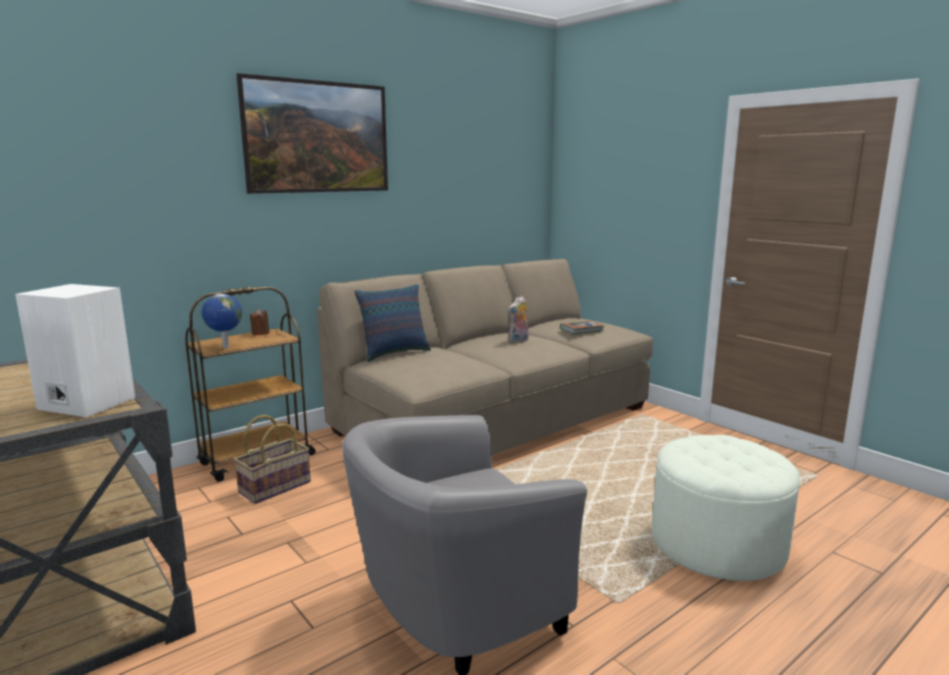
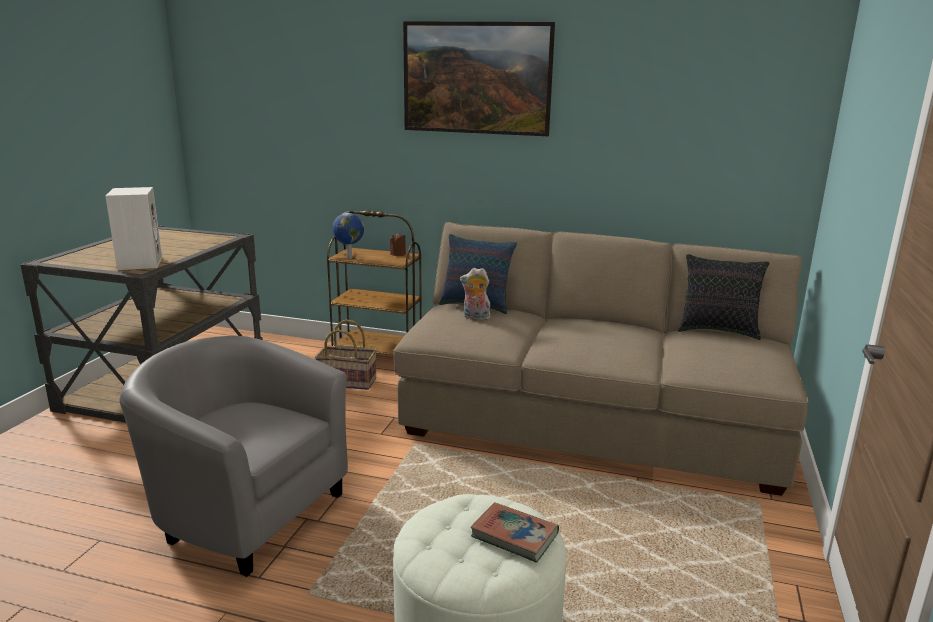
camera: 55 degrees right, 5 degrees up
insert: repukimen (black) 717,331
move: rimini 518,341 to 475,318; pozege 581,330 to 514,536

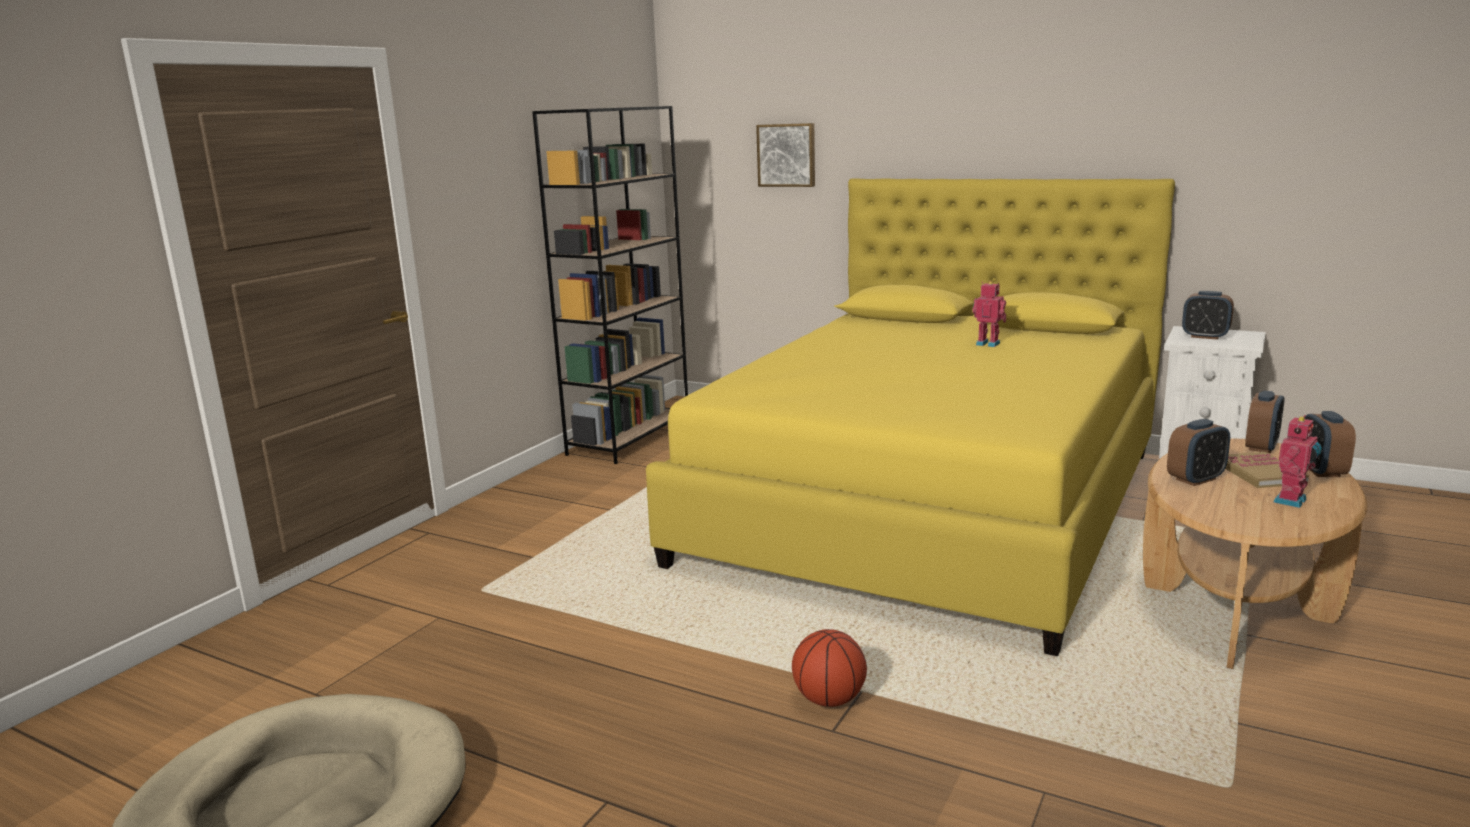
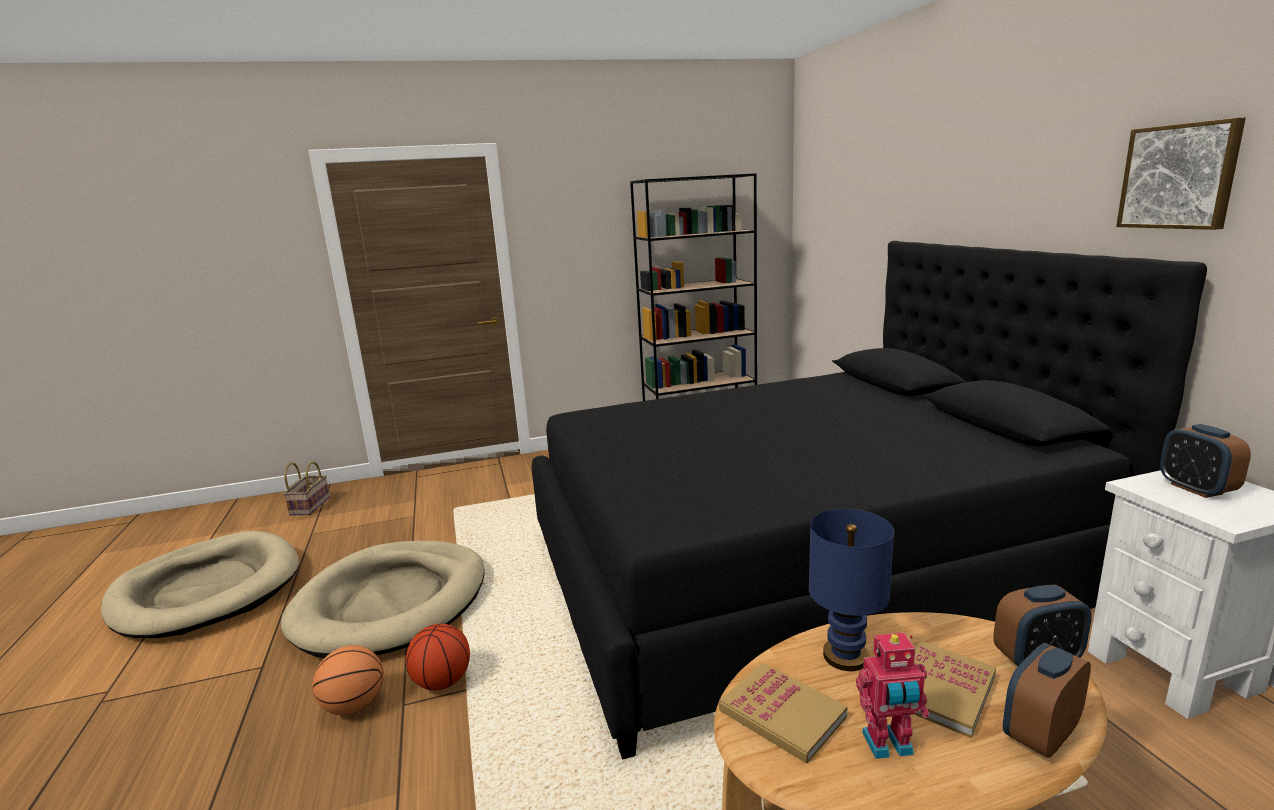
camera: 45 degrees right, 0 degrees up
delete: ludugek 988,344
insert: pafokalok 310,505; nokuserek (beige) 392,603; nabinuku 354,706; pozege 782,714
move: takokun 787,155 to 1179,176
replace: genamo 1195,479 to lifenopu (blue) 846,656
recolor: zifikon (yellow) 929,506 to zifikon (black) 796,569

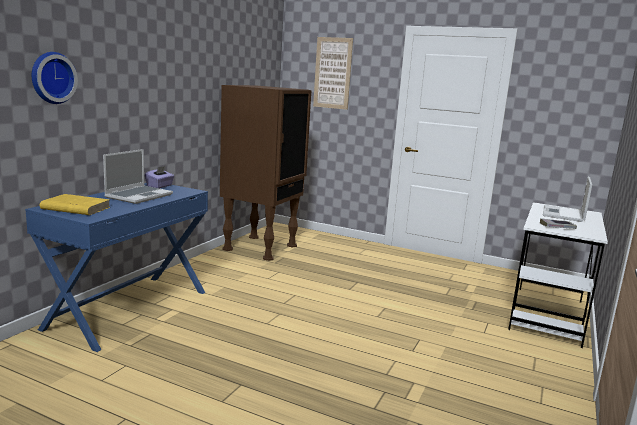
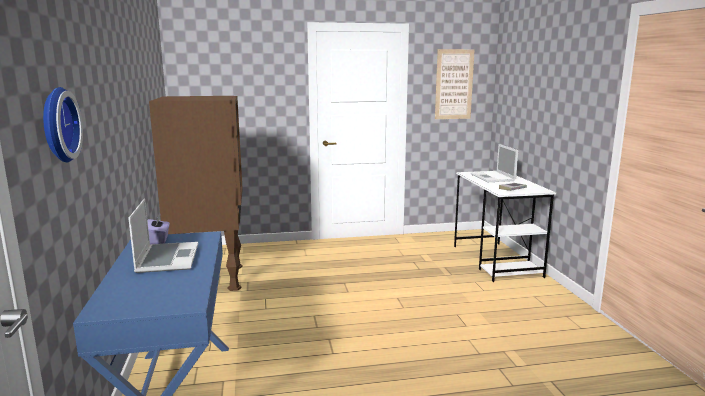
camera: 35 degrees left, 0 degrees up
delete: pozege (yellow) 75,208
move: takokun 332,73 to 454,84

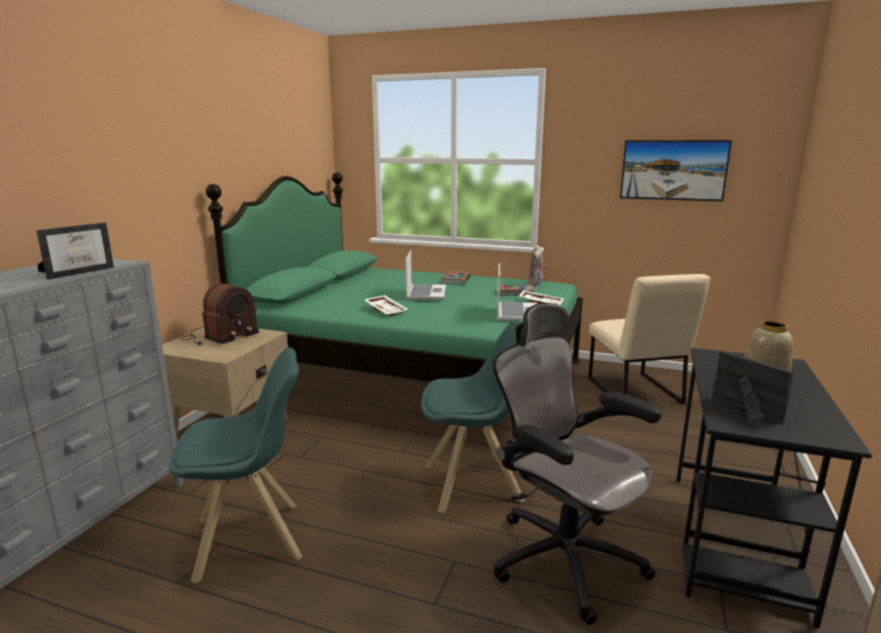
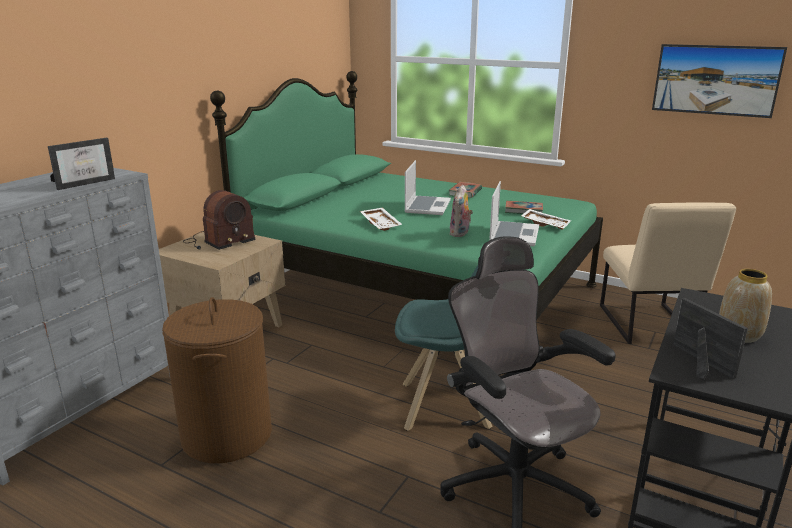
camera: 10 degrees right, 5 degrees up
move: rimini 536,284 to 460,233
replace: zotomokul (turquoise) 250,540 to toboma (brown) 227,435

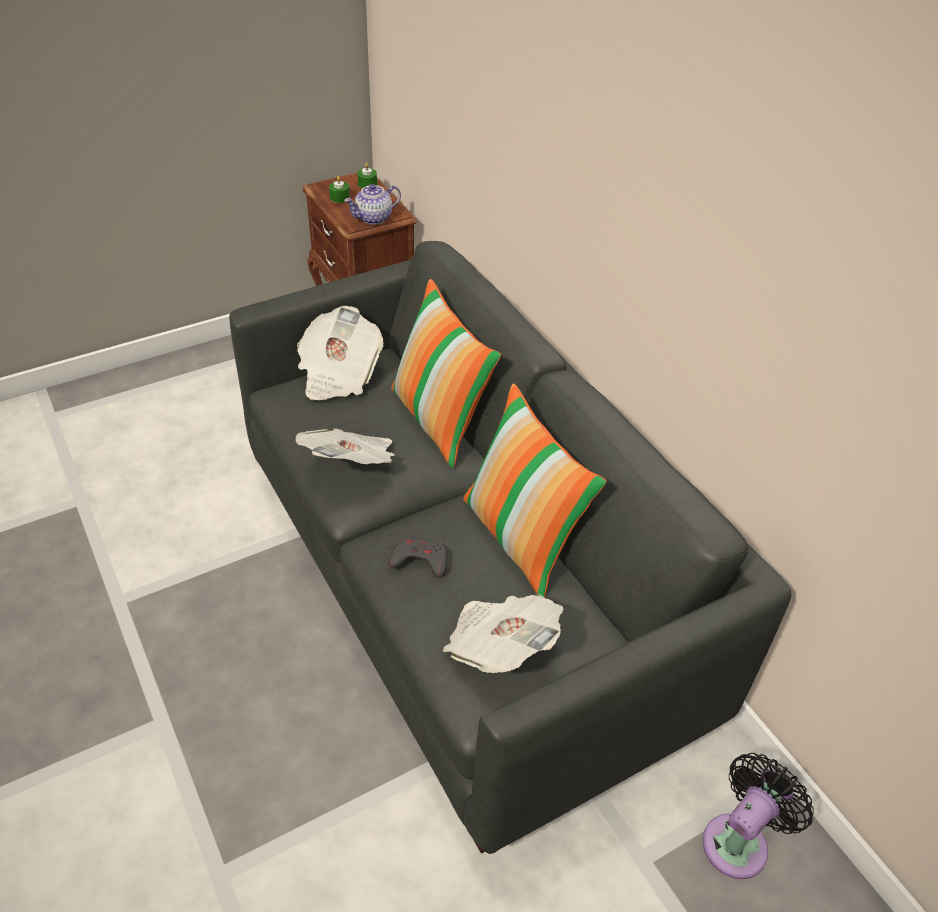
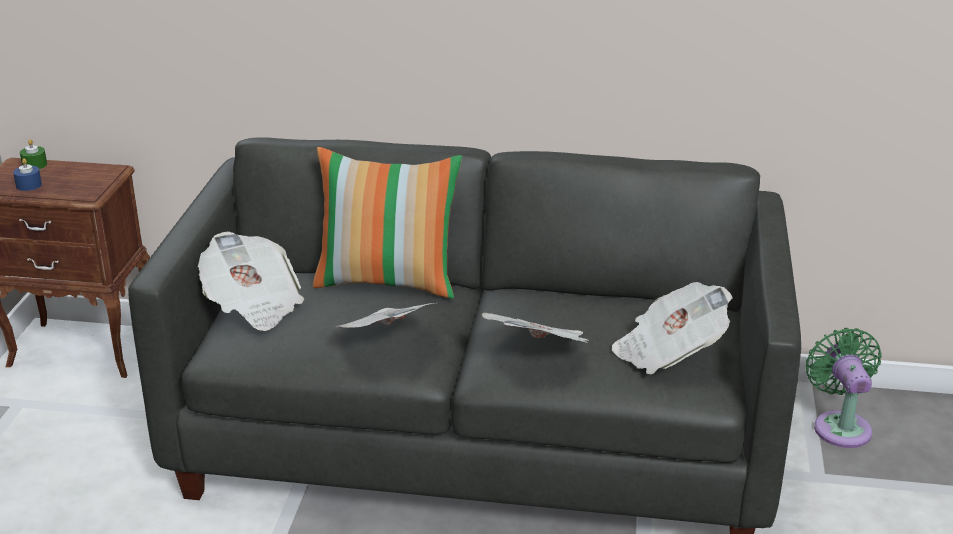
camera: 50 degrees left, 15 degrees down
delete: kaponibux 374,218; repukimen 522,538
replace: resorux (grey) 420,560 to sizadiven 539,352
recolor: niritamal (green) 339,198 to niritamal (blue) 29,185; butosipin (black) 739,841 to butosipin (green) 840,426

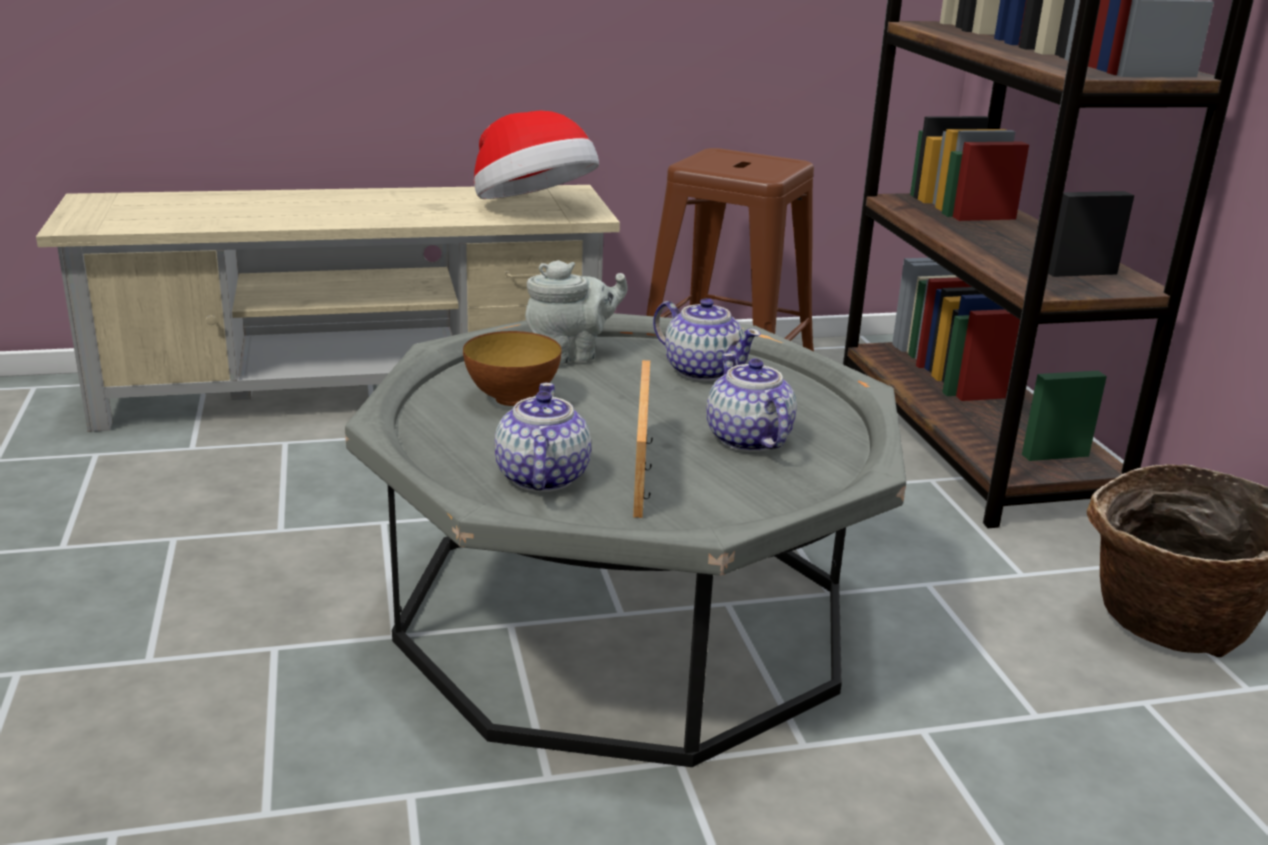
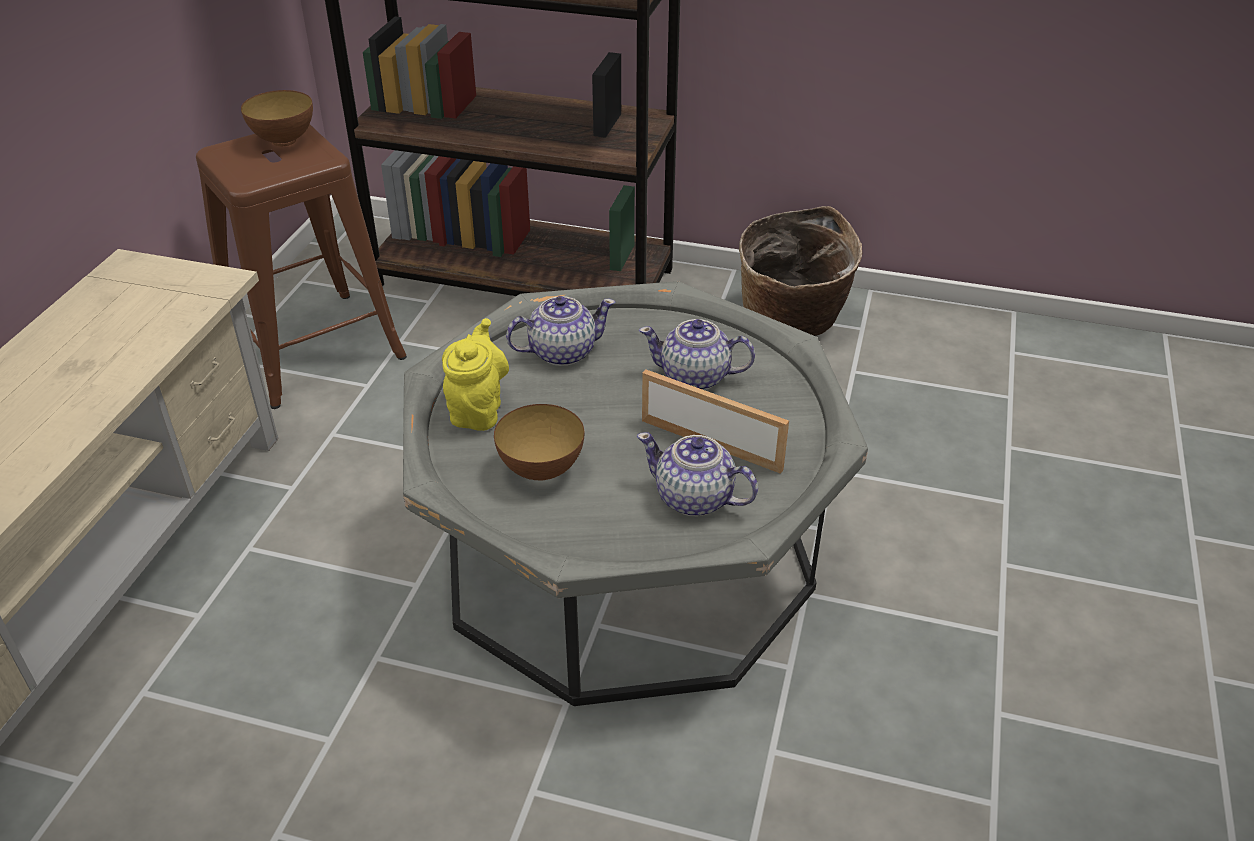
camera: 60 degrees left, 15 degrees up
delete: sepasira 533,208
insert: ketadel 284,141
recolor: kaponibux (grey) 570,356 to kaponibux (yellow) 477,409

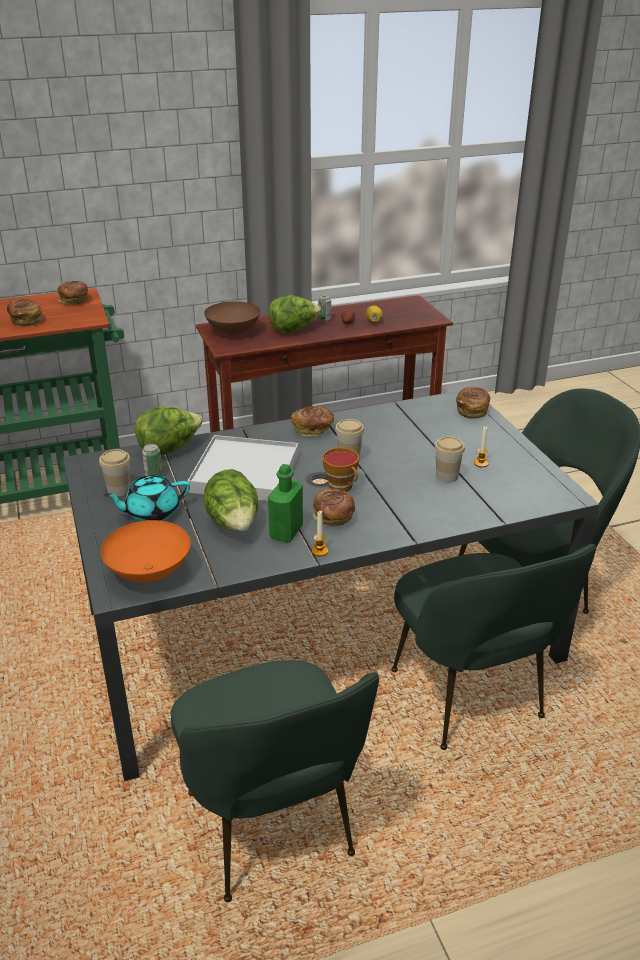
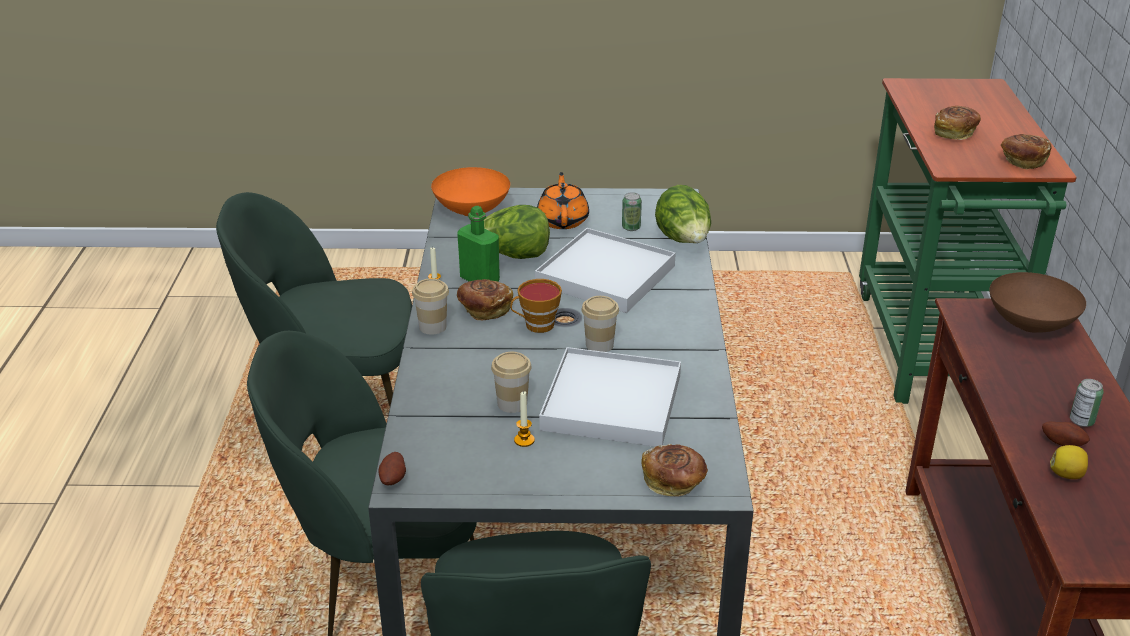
camera: 110 degrees right, 0 degrees up
delete: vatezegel 293,330; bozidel 313,429
insert: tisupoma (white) 611,402; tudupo 394,479
move: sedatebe 119,490 to 432,327
recolor: kaponibux (turquoise) 151,513 to kaponibux (orange) 563,220

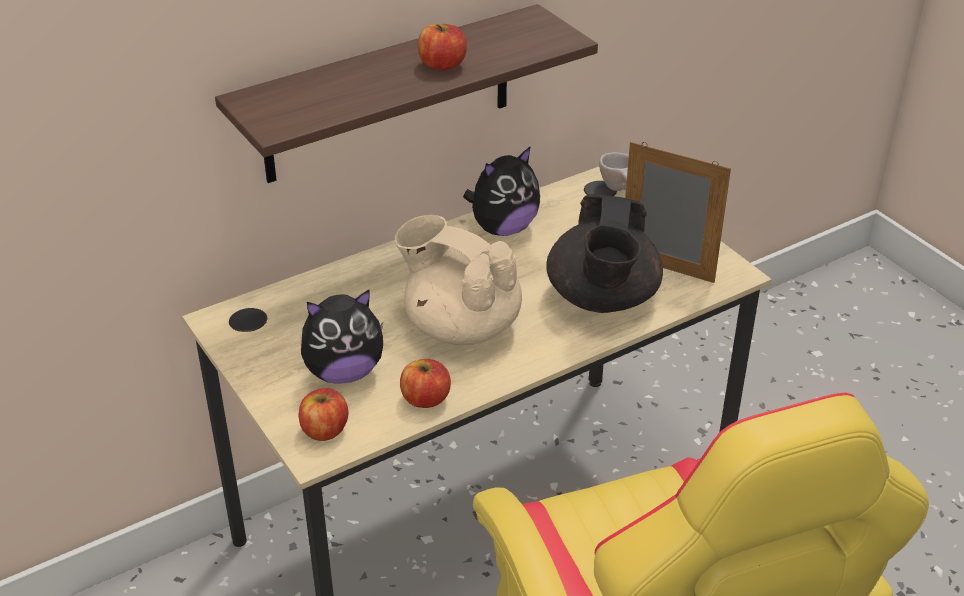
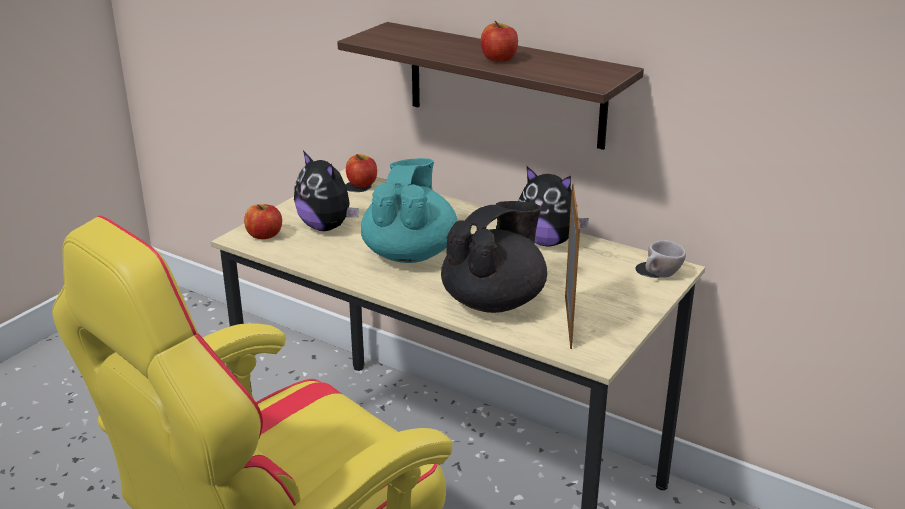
camera: 65 degrees right, 10 degrees down
move: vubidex 425,399 to 362,184
recolor: kaponibux (beige) 461,325 to kaponibux (turquoise) 410,253
rotate: kaponibux (black) 602,299 = 494,301 150 degrees clockwise

